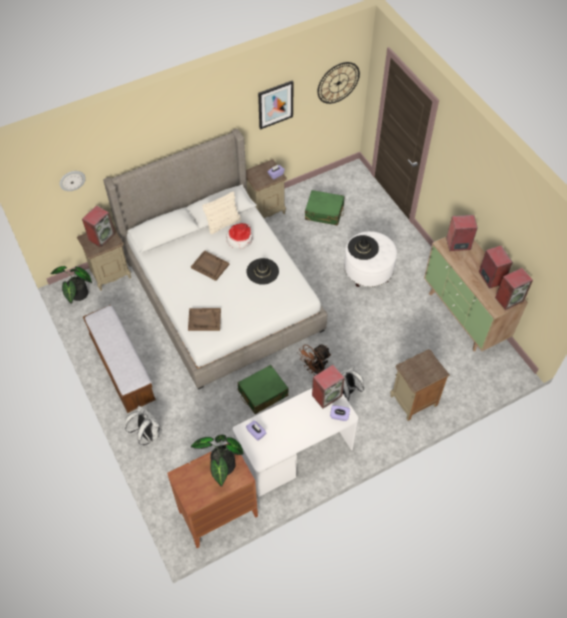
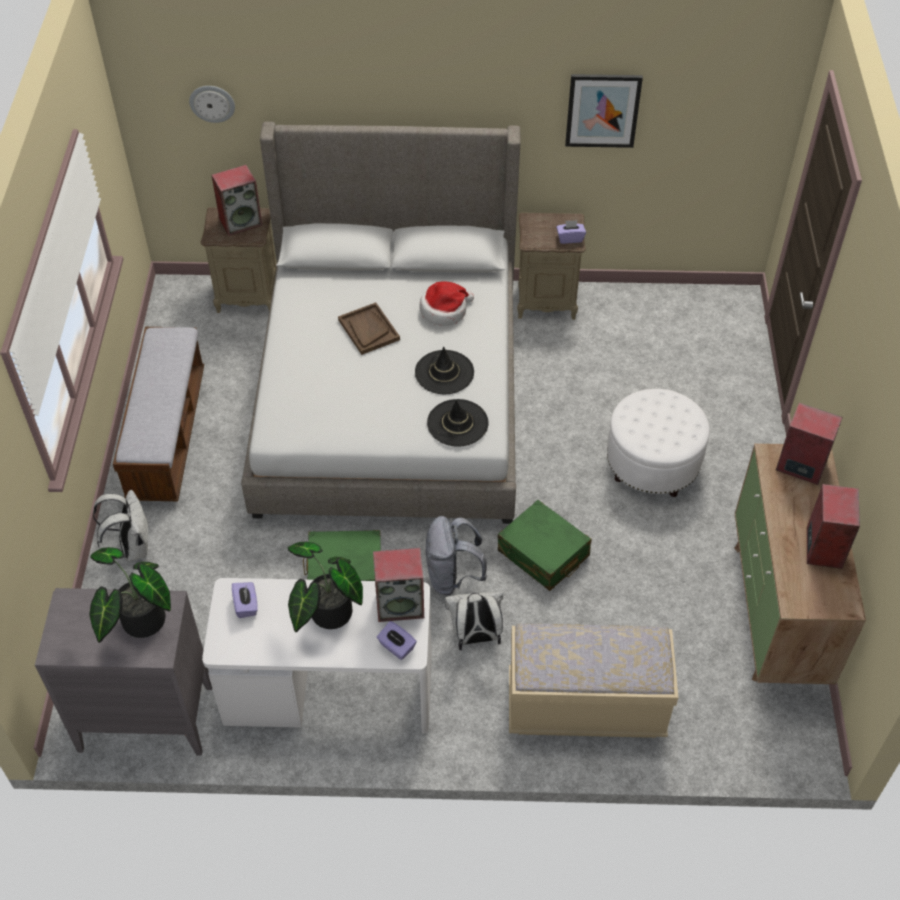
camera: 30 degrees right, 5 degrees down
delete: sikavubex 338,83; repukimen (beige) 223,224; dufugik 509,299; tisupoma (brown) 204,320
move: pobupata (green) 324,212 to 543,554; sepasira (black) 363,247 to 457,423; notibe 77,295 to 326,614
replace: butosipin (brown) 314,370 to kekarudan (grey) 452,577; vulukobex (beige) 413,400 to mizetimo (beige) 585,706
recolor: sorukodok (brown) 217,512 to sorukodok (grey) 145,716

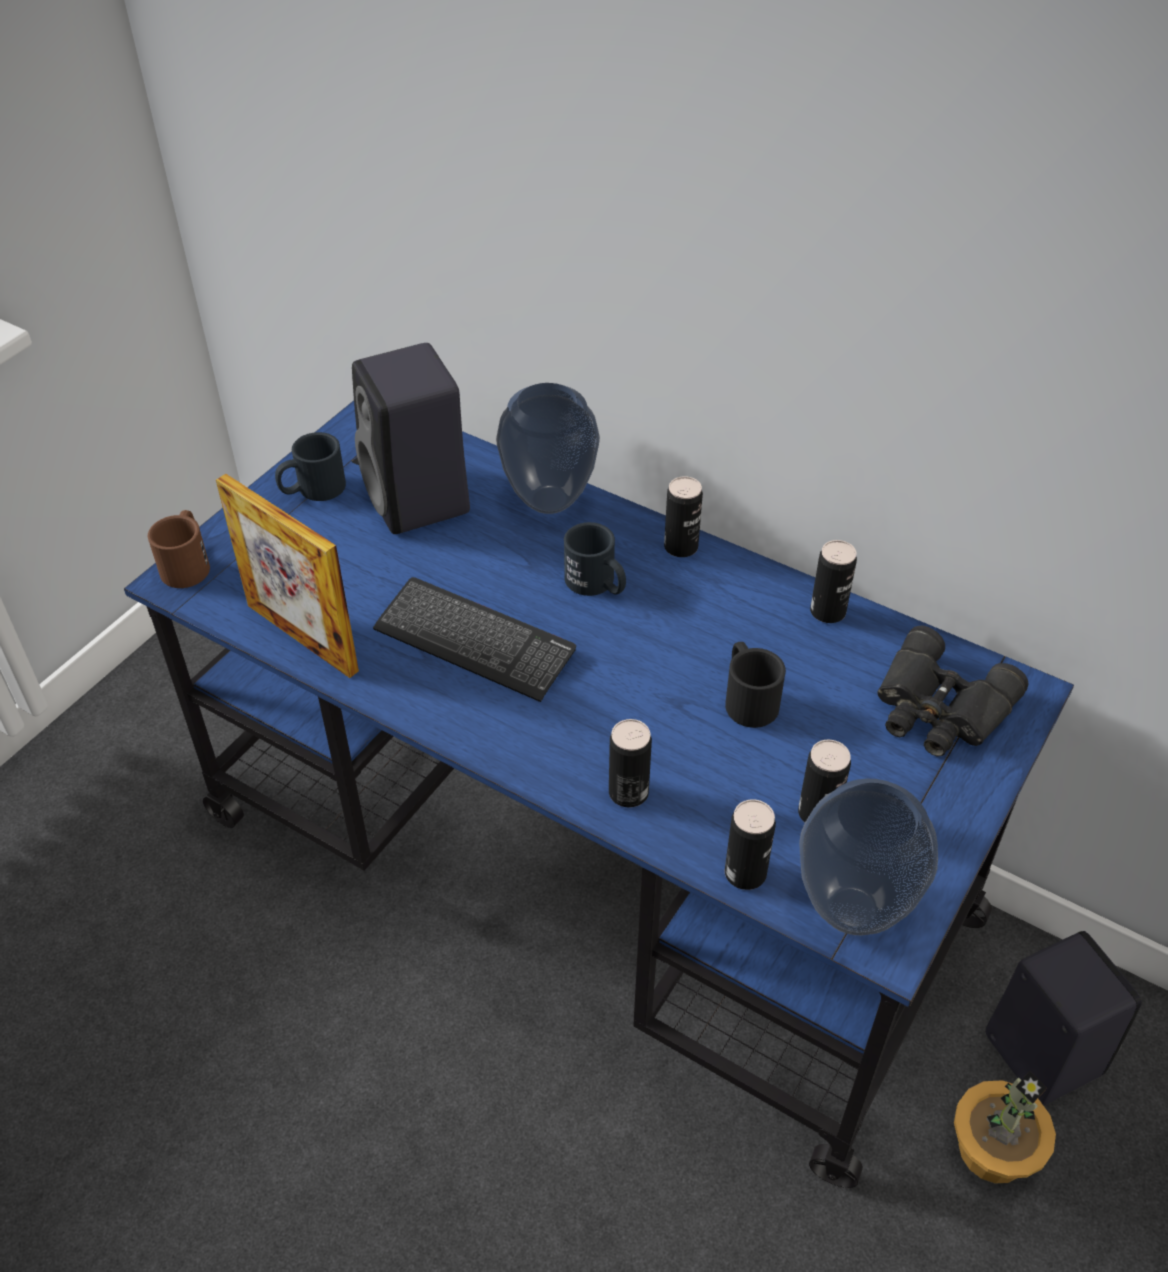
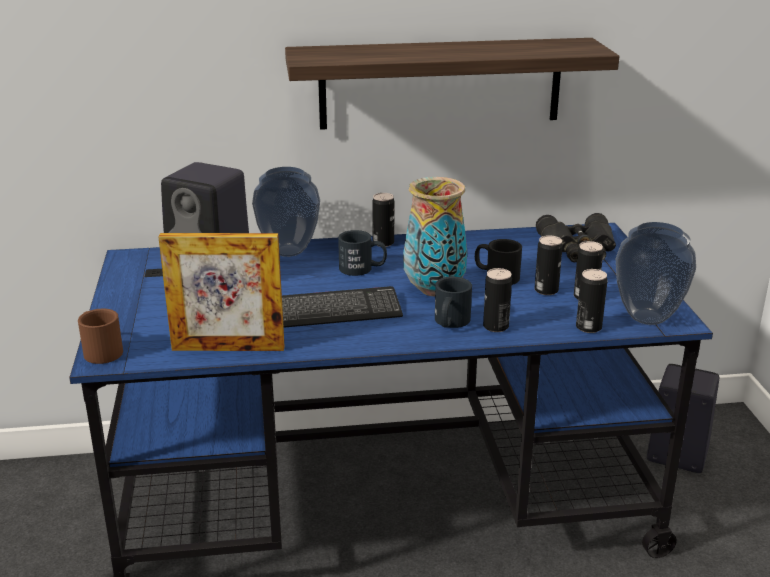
camera: 40 degrees left, 20 degrees down
delete: notibe 994,1148
insert: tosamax 440,83; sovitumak 433,290
move: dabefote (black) 312,489 to 450,323; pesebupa 827,612 to 546,290

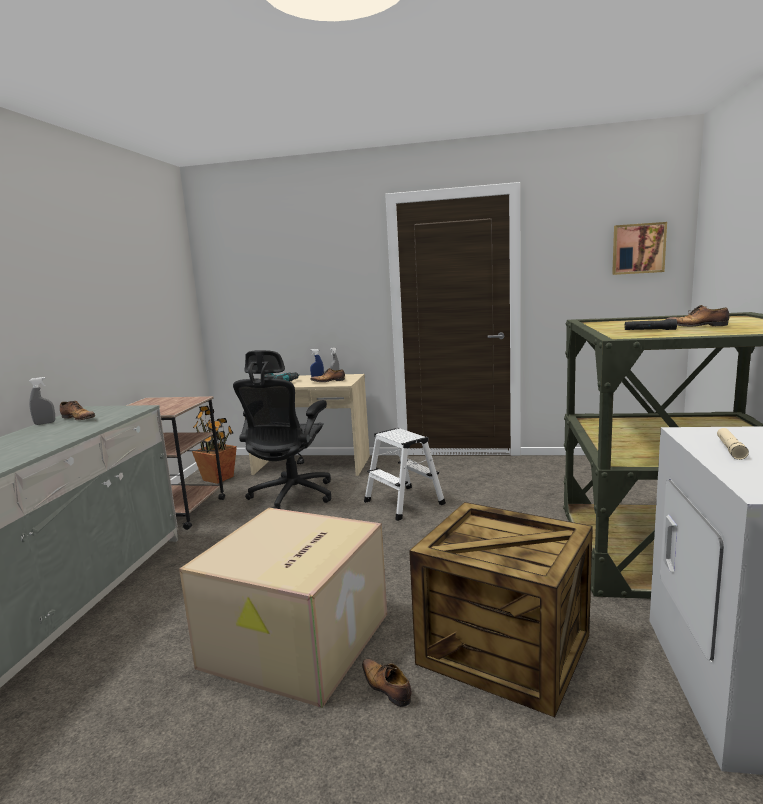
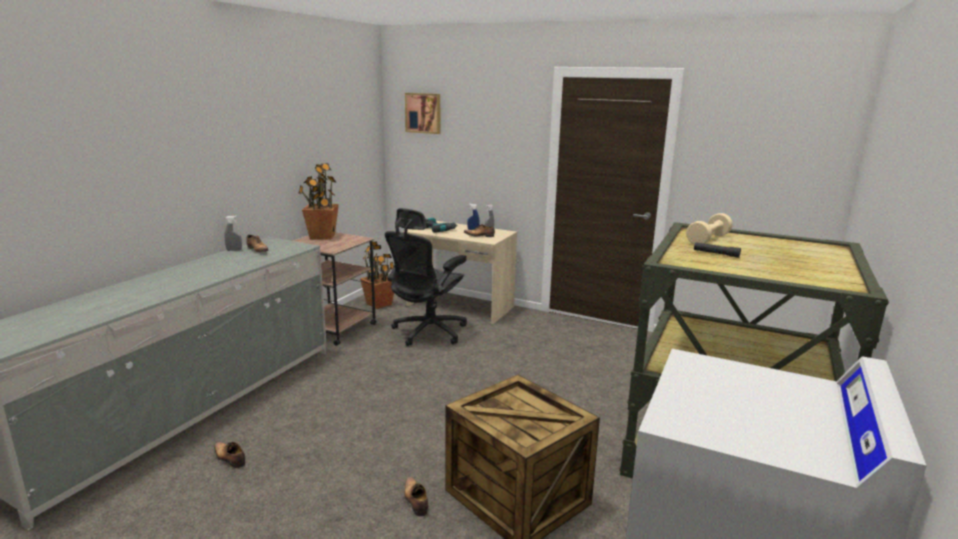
camera: 15 degrees right, 5 degrees up
delete: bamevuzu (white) 404,502; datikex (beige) 730,449; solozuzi 297,642
insert: notibe 322,236; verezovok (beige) 708,239
move: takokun 638,248 to 423,113; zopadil 697,326 to 229,458

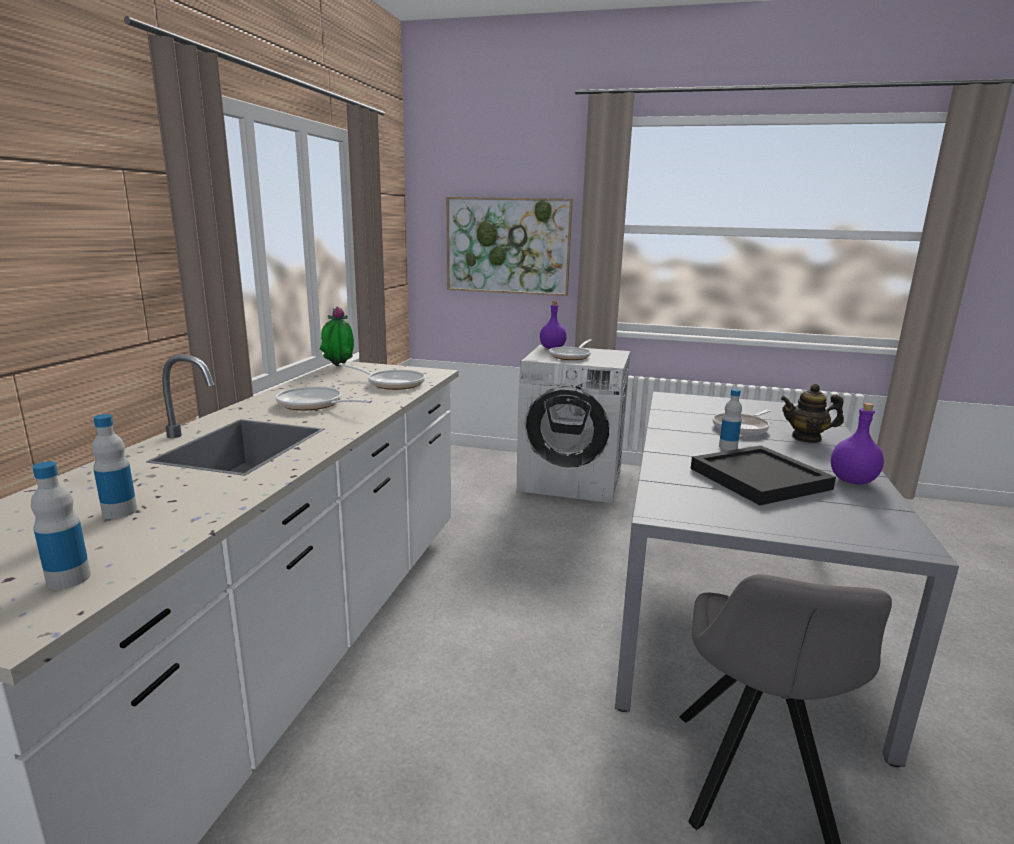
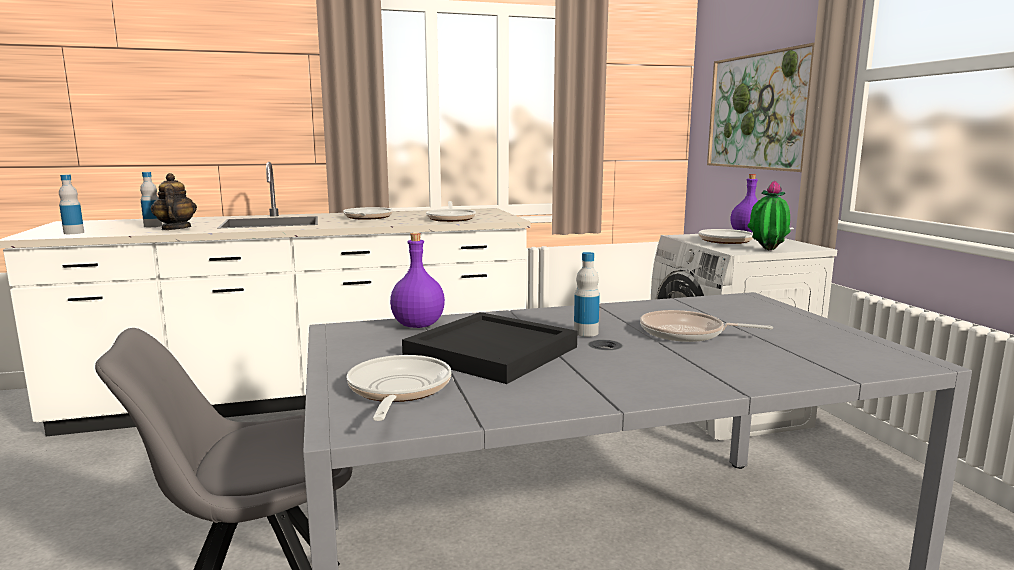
camera: 60 degrees right, 5 degrees down
insert: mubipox 397,391
move: notibe 338,367 to 766,250; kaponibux 806,438 to 175,228; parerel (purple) 853,481 to 417,325

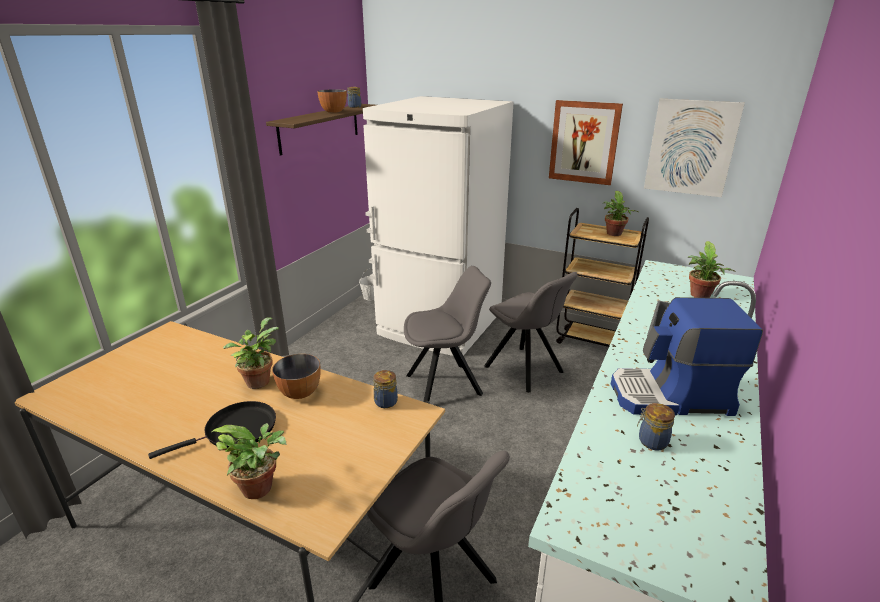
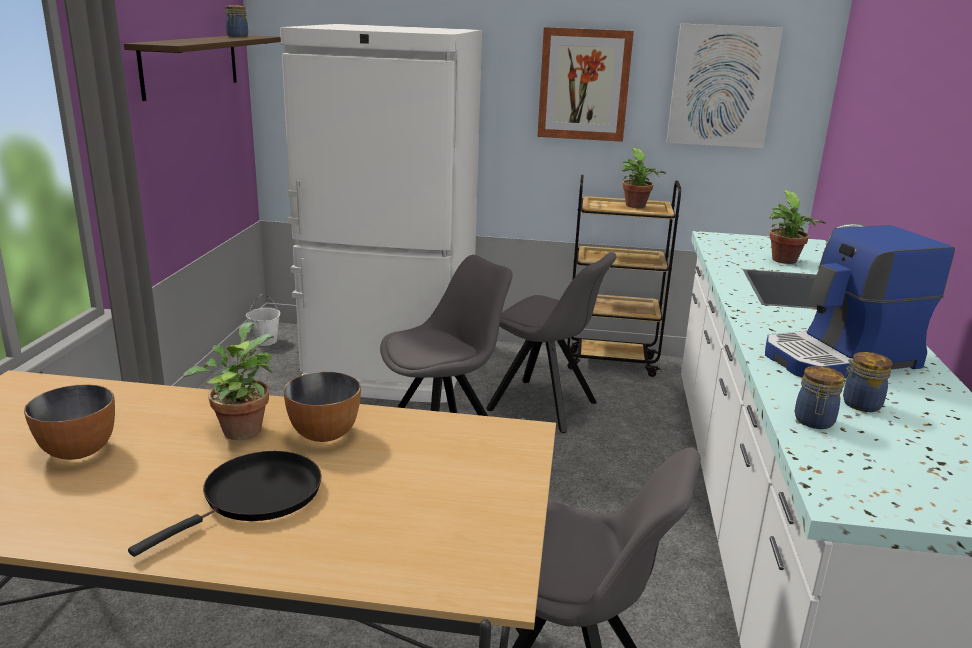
camera: 20 degrees left, 5 degrees down
delete: notibe 261,488
move: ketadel 333,112 to 78,451; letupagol 385,402 to 814,422

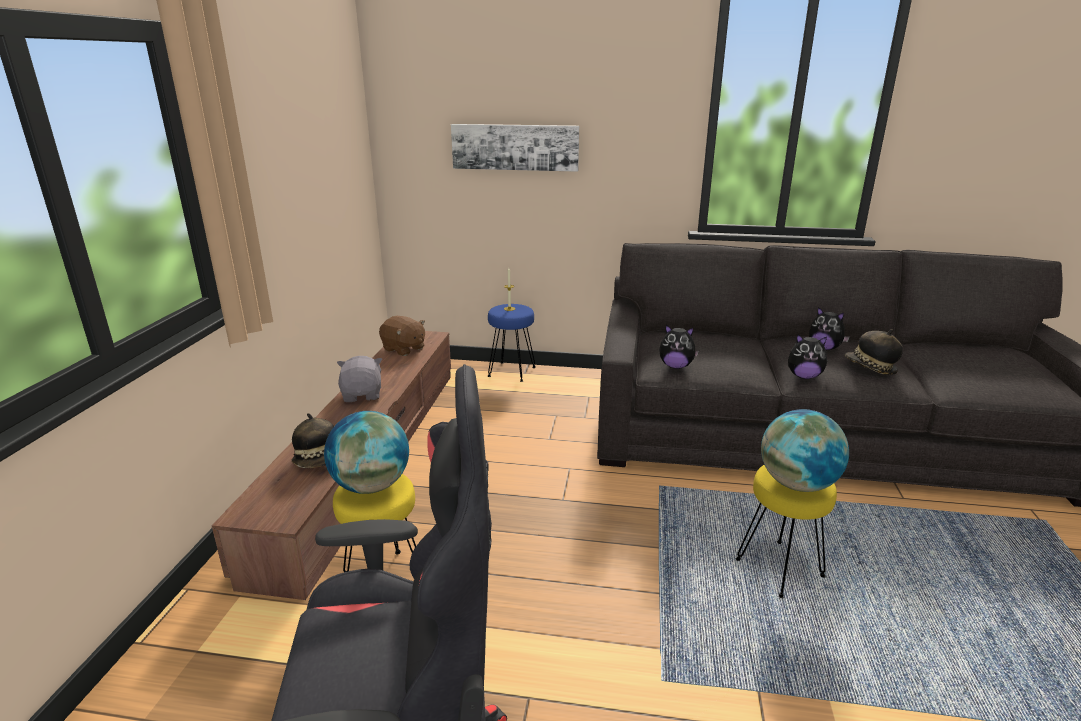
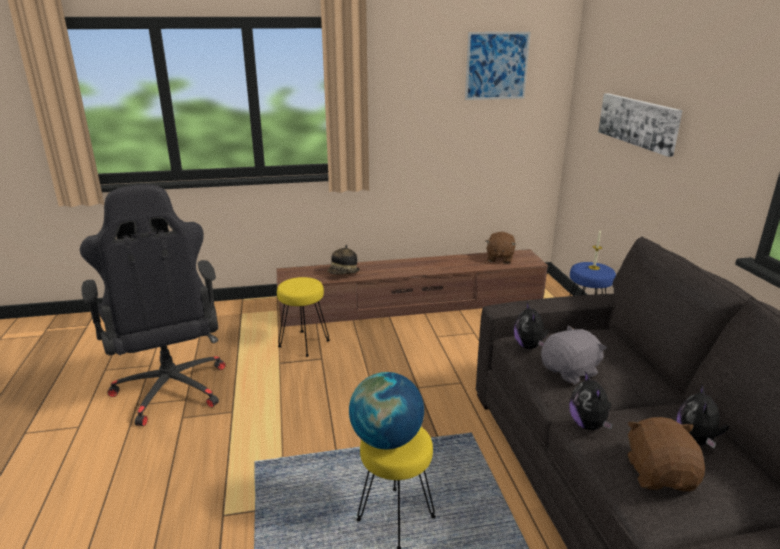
camera: 70 degrees right, 0 degrees up
delete: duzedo 371,485
insert: takokun 496,66
move: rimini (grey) 363,395 to 570,372
replace: sepasira 870,368 to rimini (brown) 660,475

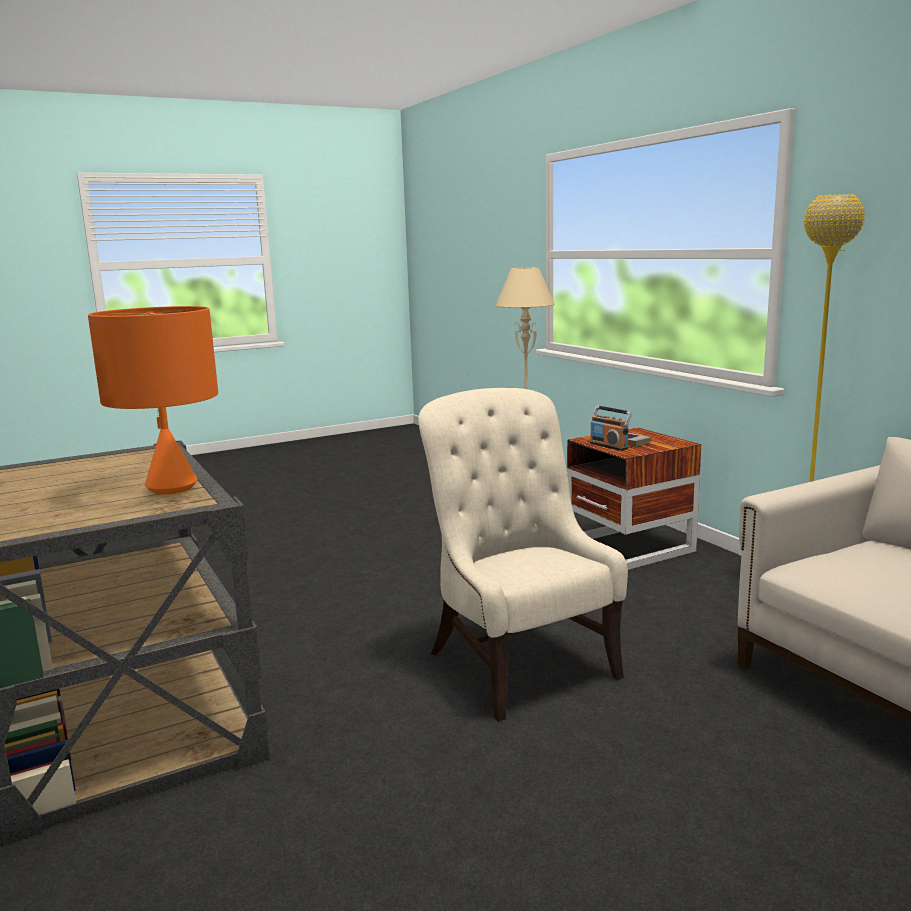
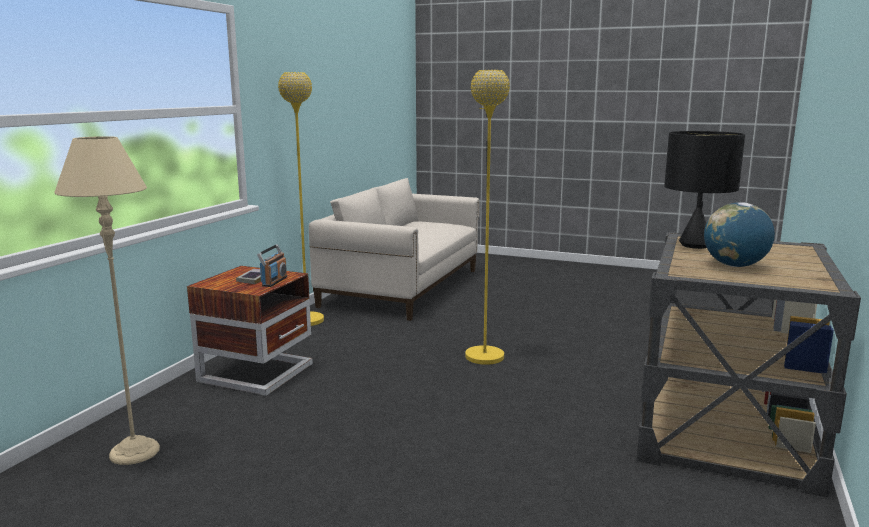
camera: 130 degrees left, 0 degrees up
insert: duzedo 735,266
replace: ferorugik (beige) 519,664 to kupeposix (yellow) 484,357
recolor: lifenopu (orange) 172,488 to lifenopu (black) 694,245

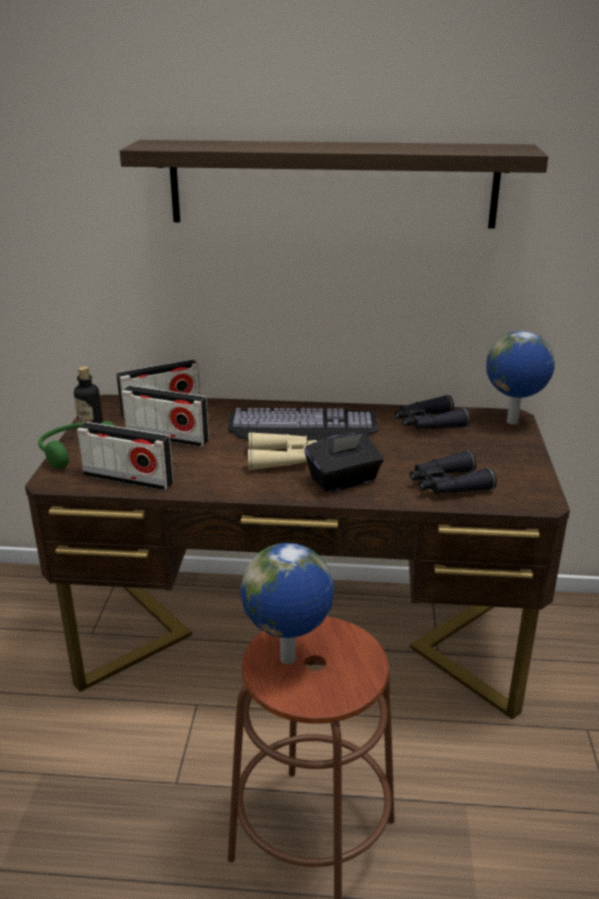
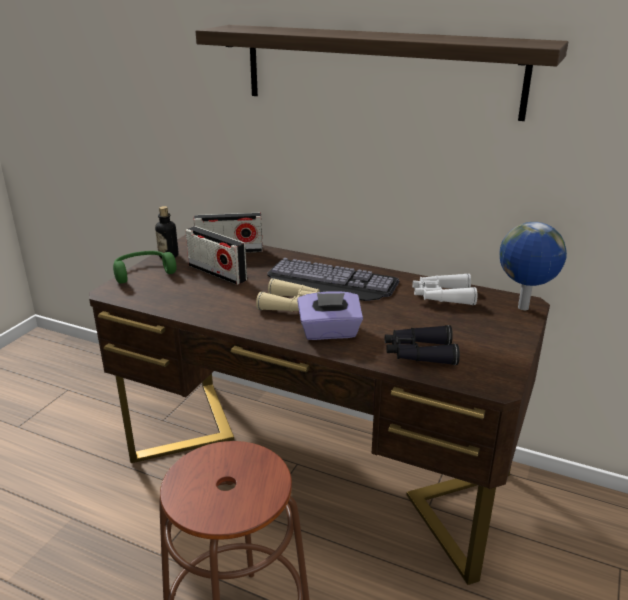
camera: 20 degrees right, 0 degrees up
delete: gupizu 128,479; duzedo 289,660
recolor: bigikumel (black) 428,423 to bigikumel (white) 442,296; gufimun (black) 343,480 to gufimun (purple) 329,332

